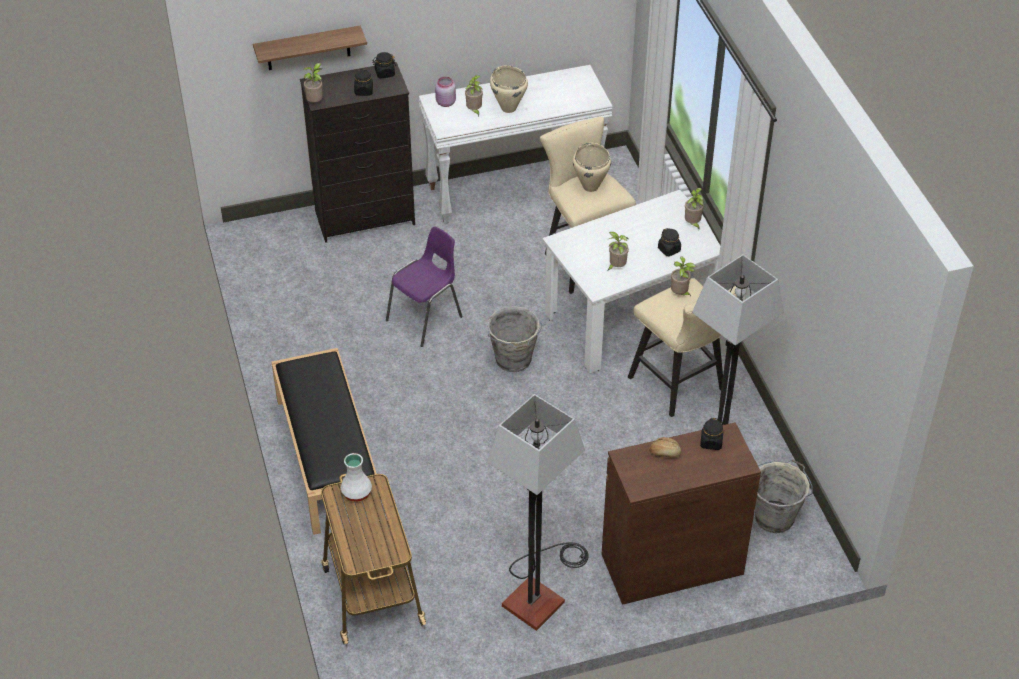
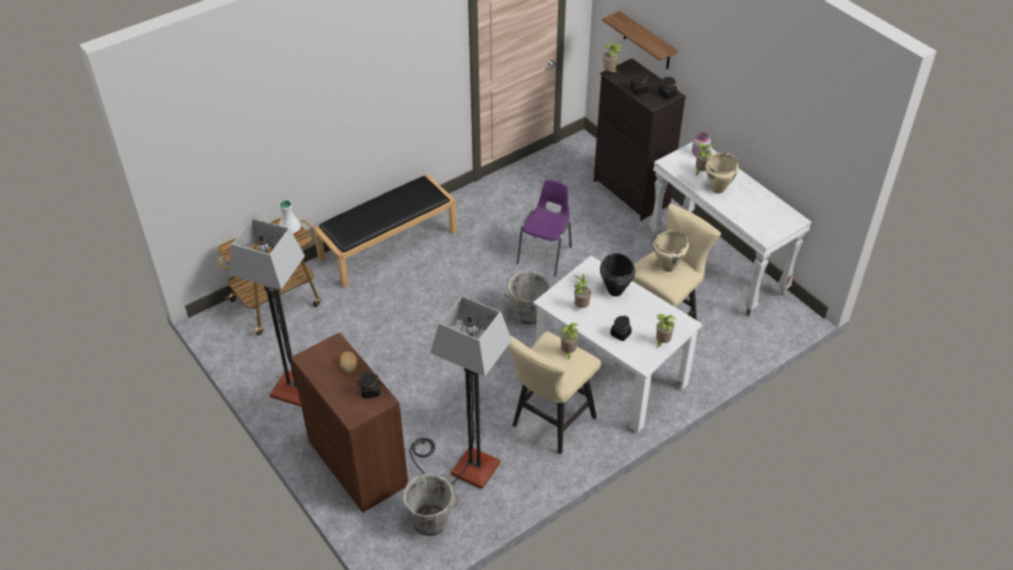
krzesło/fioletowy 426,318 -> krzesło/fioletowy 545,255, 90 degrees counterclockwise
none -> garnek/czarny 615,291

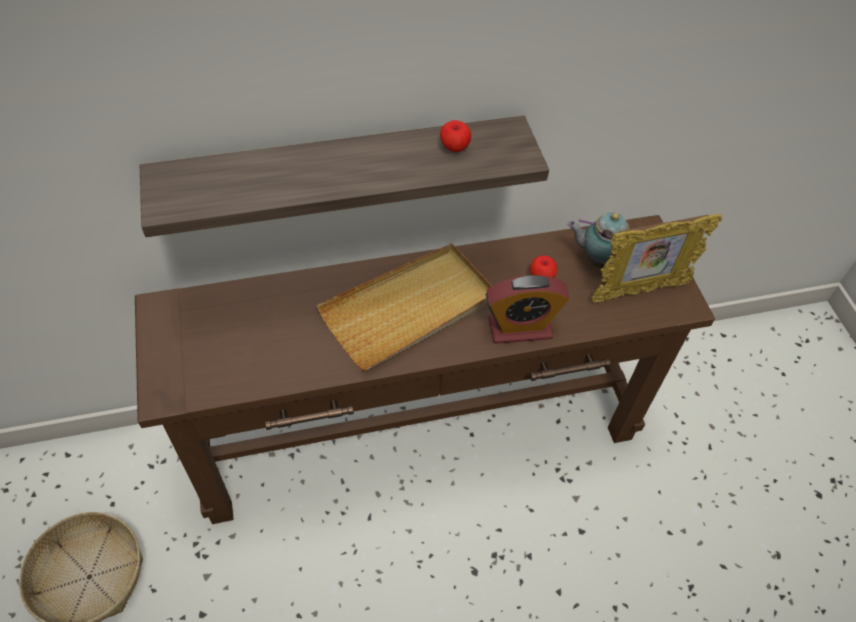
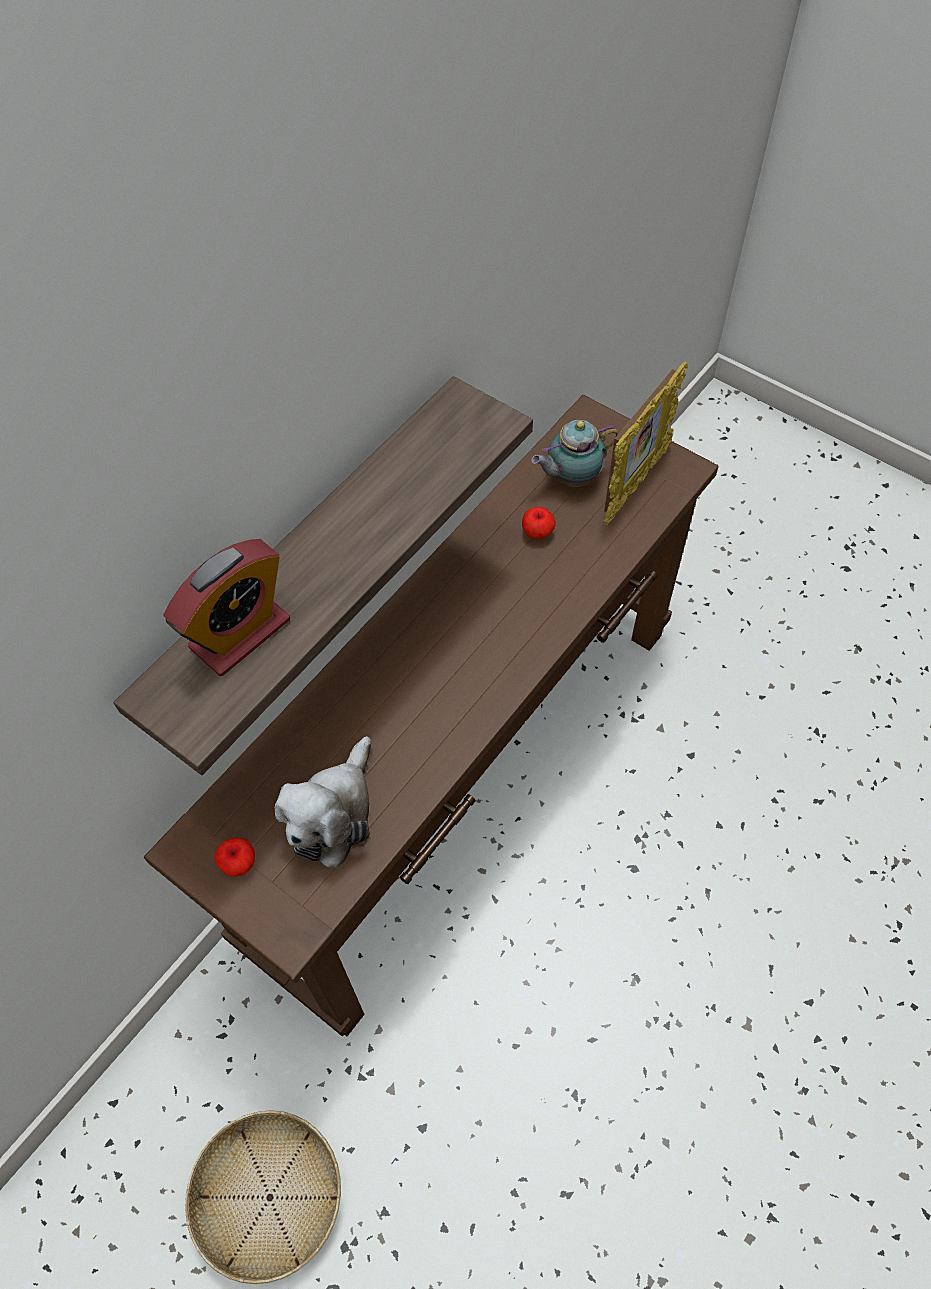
jabłko 454,147 -> jabłko 238,863, move
taca/beżowy 410,309 -> none
budzik 520,328 -> budzik 240,634, move
none -> pluszak 333,814

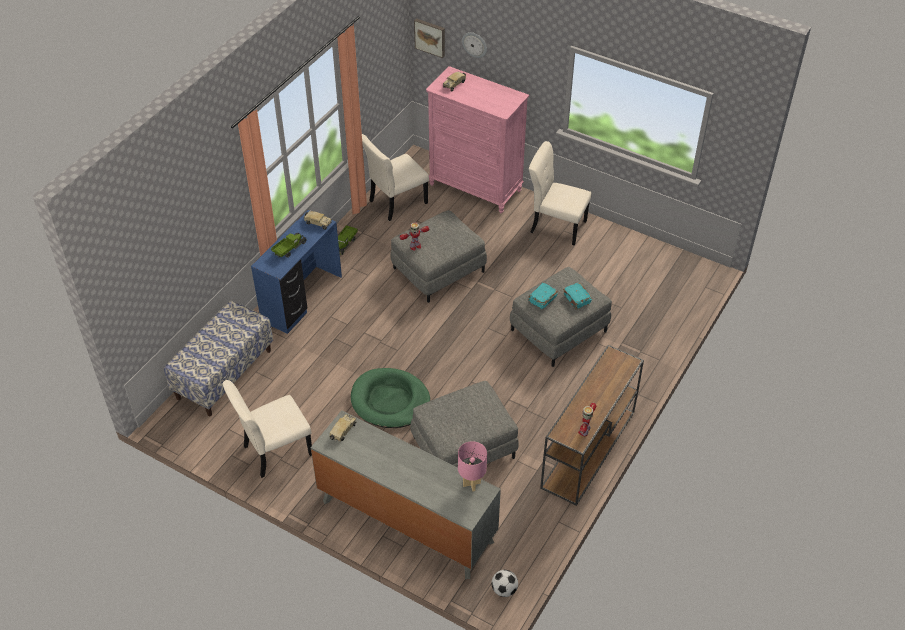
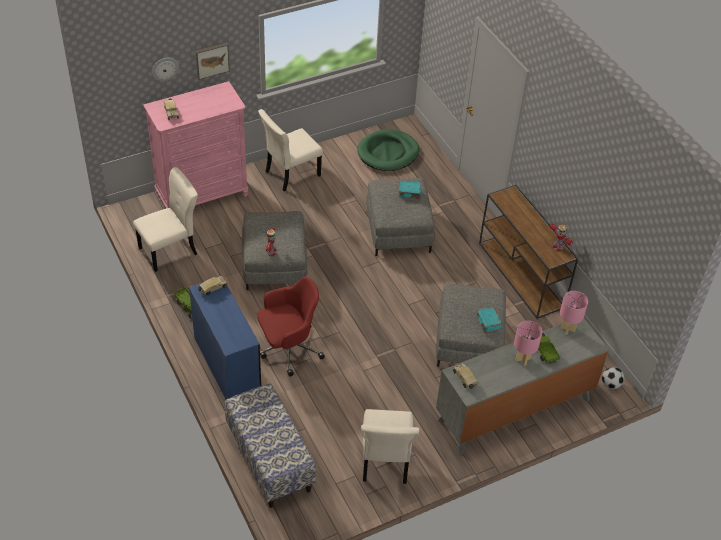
obraz 430,37 -> obraz 211,60, move
krzesło/beżowy 396,202 -> krzesło/beżowy 170,250, 120 degrees counterclockwise
ciężarówka zabawkowa 289,249 -> ciężarówka zabawkowa 543,351, move
książka/turkusowy 542,299 -> książka/turkusowy 488,323, move
legowisko/zielony 390,401 -> legowisko/zielony 388,153, move
none -> krzesło biurowe/czerwony 288,348
none -> lampa stołowa/różowy 523,359

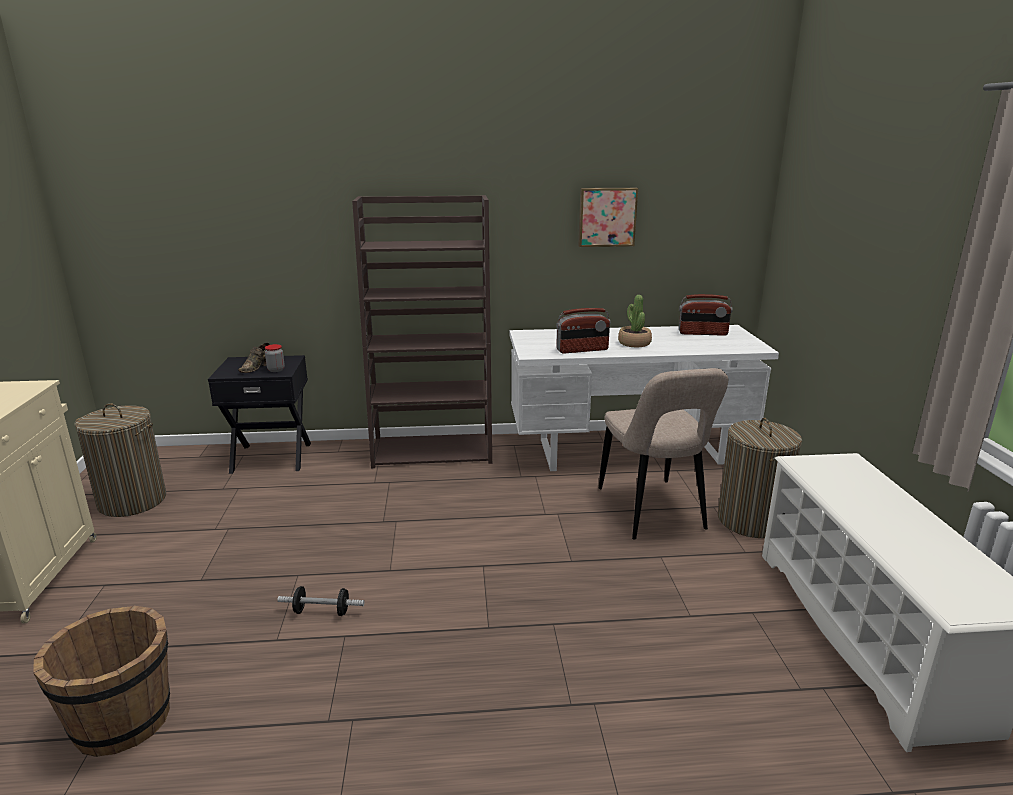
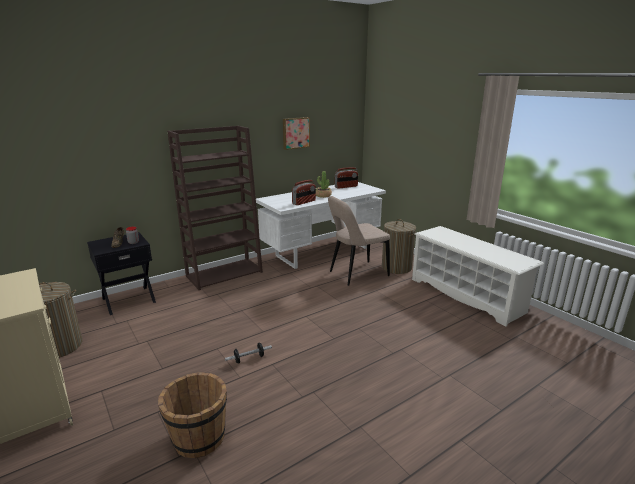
krzesło/beżowy 653,512 -> krzesło/beżowy 356,274, 105 degrees clockwise

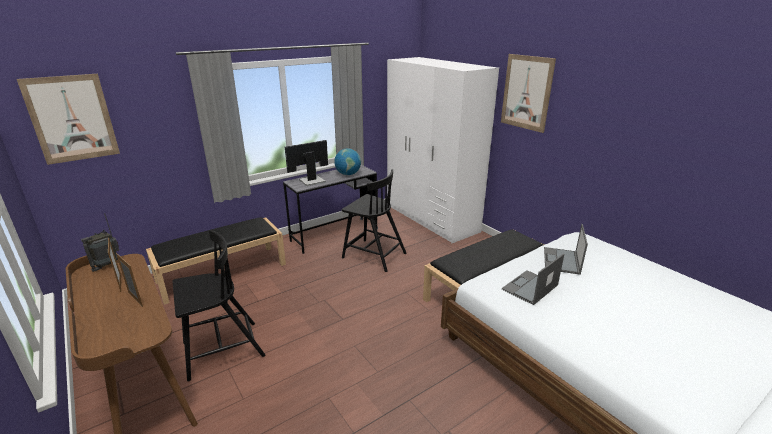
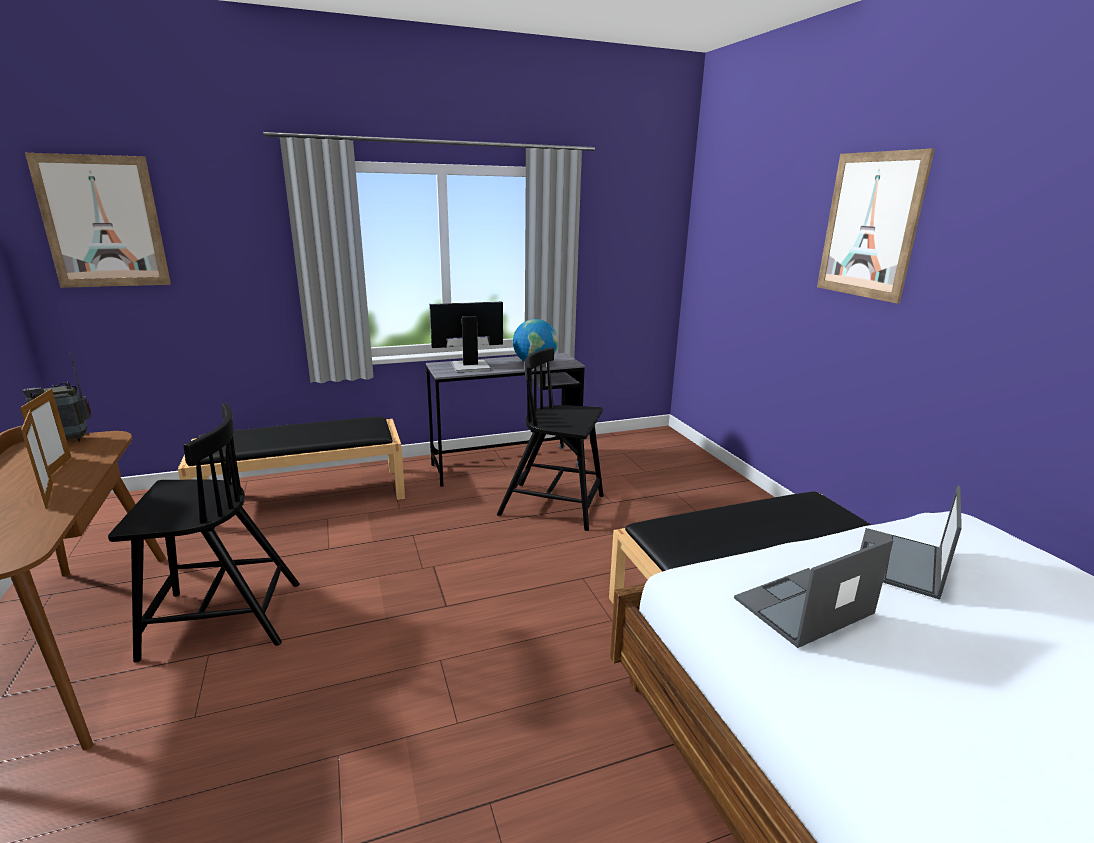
szafa/biały 431,218 -> none
krzesło/czarny 373,255 -> krzesło/czarny 554,506, 150 degrees clockwise

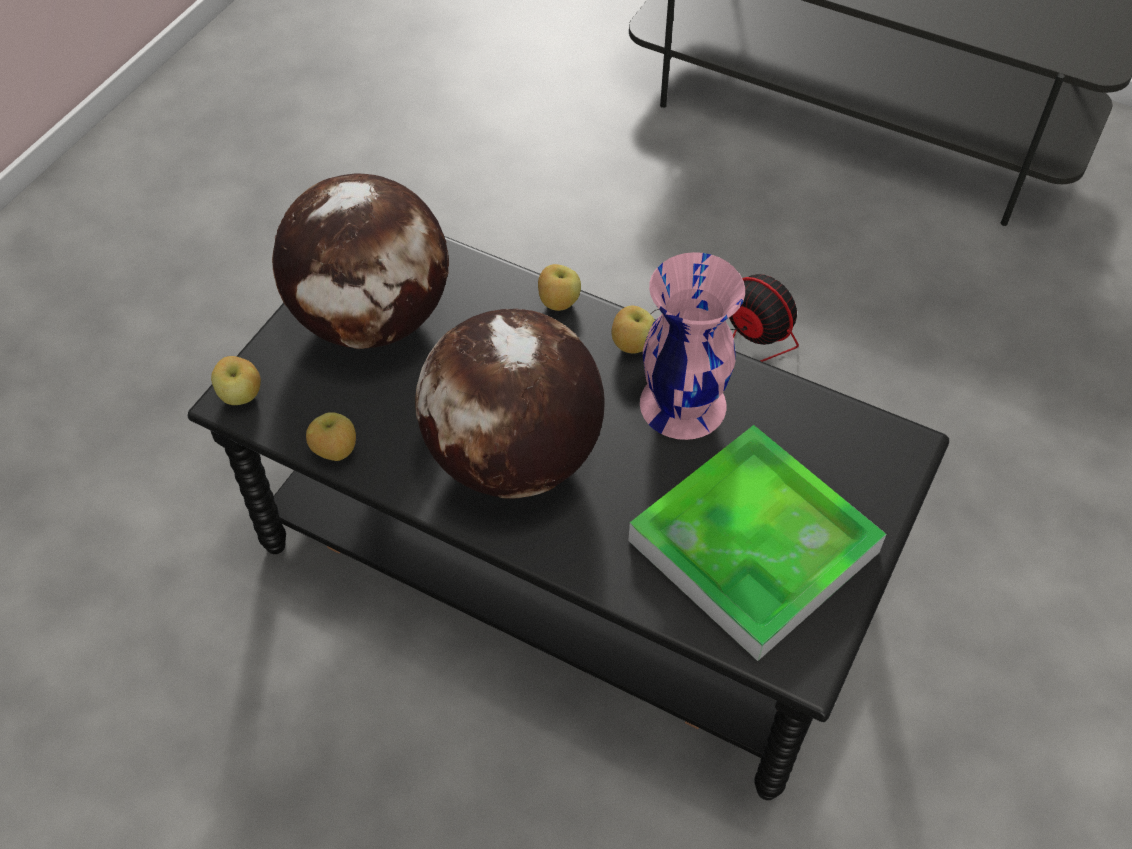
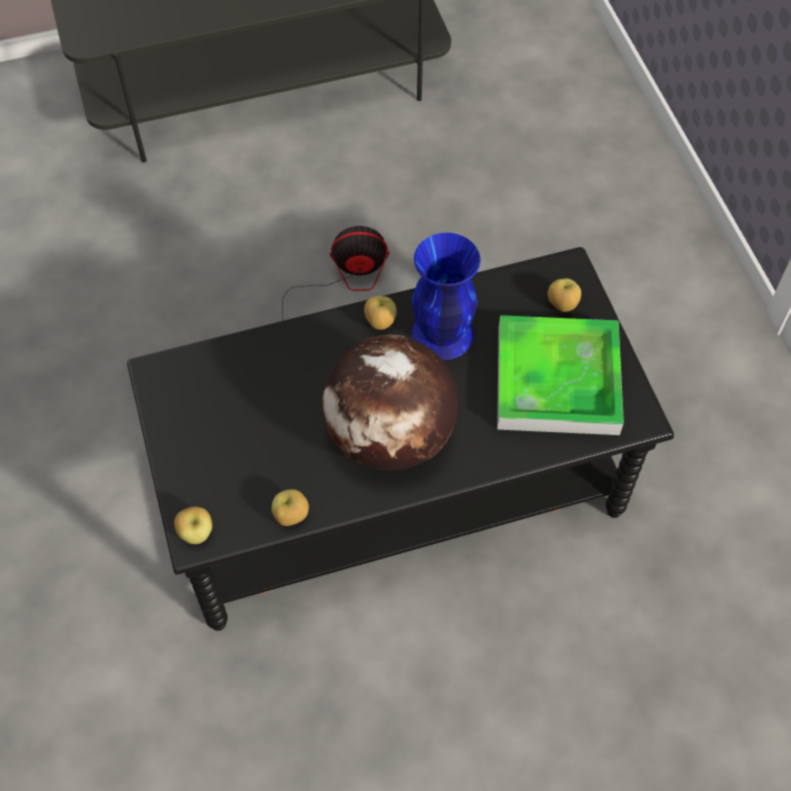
globus 373,319 -> none
wazon/różowy 681,403 -> wazon/niebieski 441,334
jabłko 558,303 -> jabłko 561,305, move

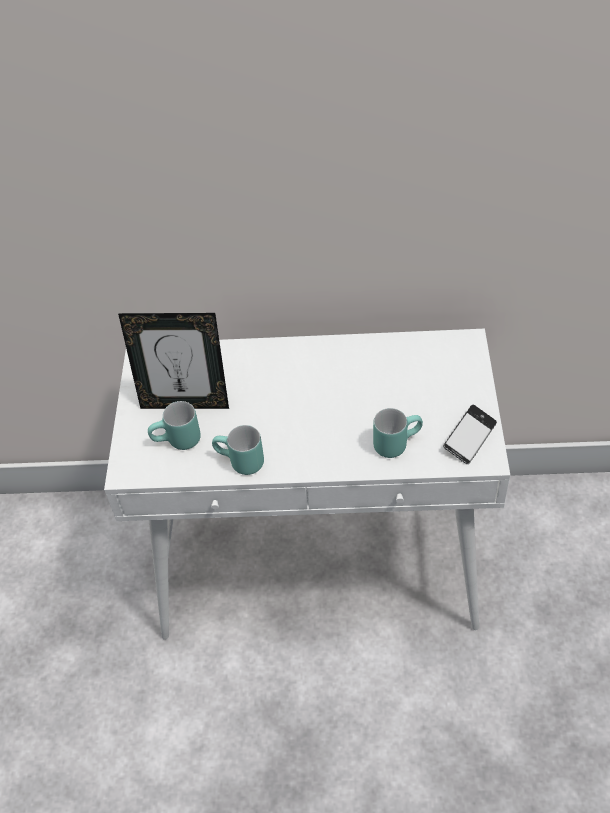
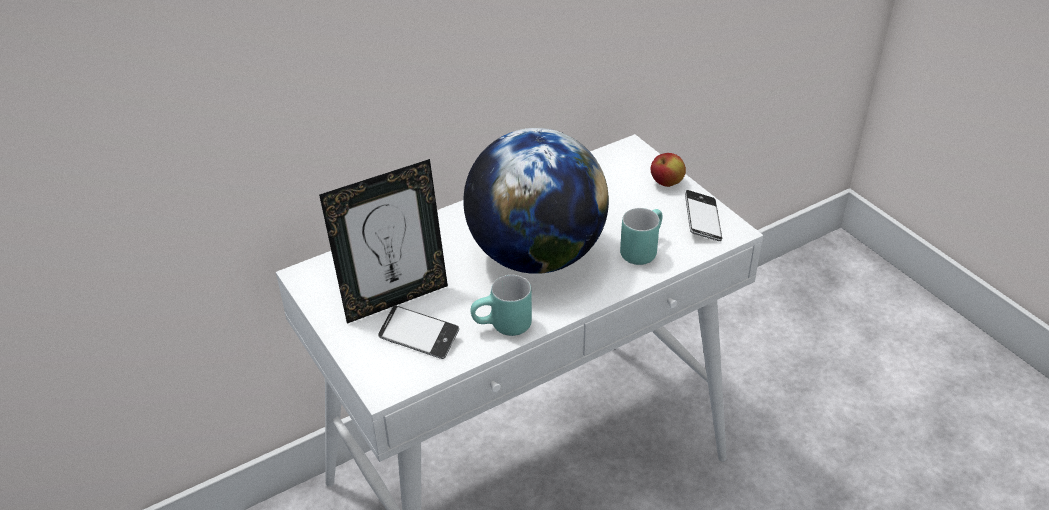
kubek/turkusowy 178,442 -> telefon 419,337
none -> globus 536,256
none -> jabłko 666,183

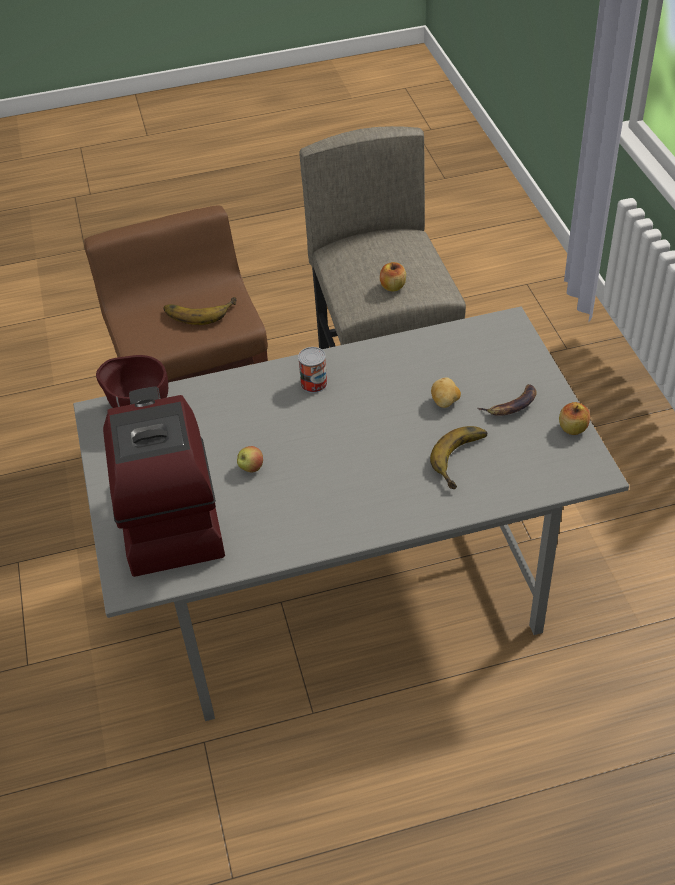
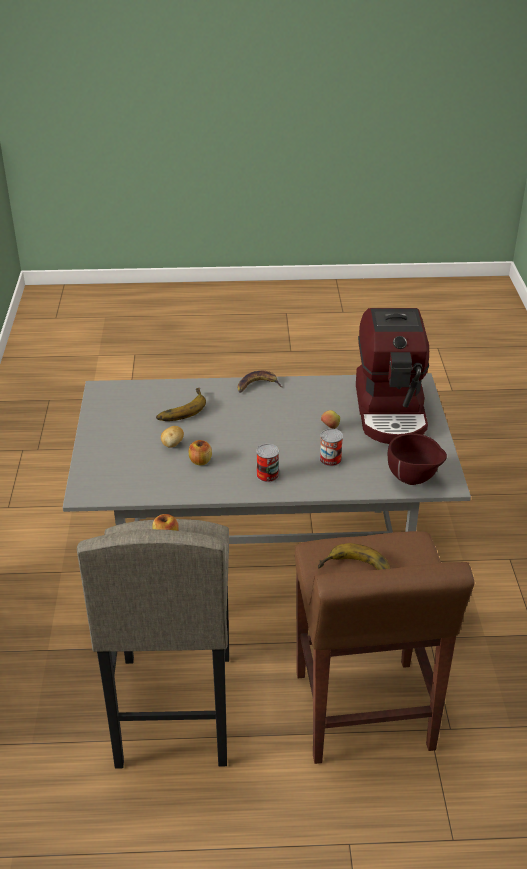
banan 511,406 -> banan 258,385, move
jabłko 572,428 -> jabłko 200,461, move
none -> puszka 330,459

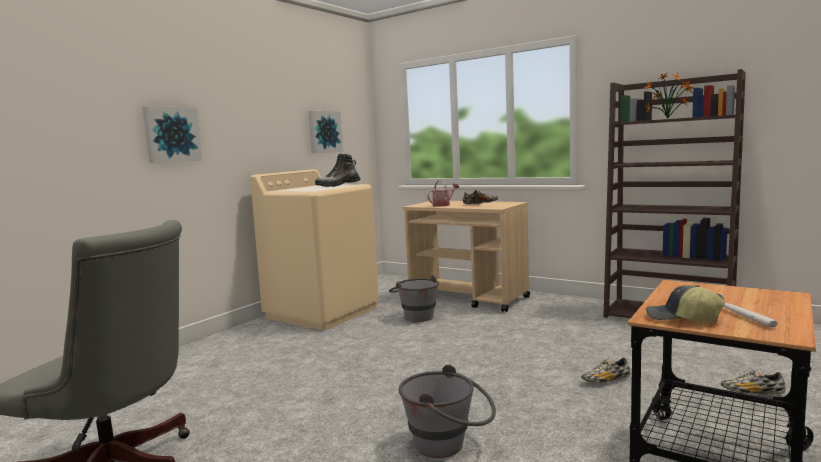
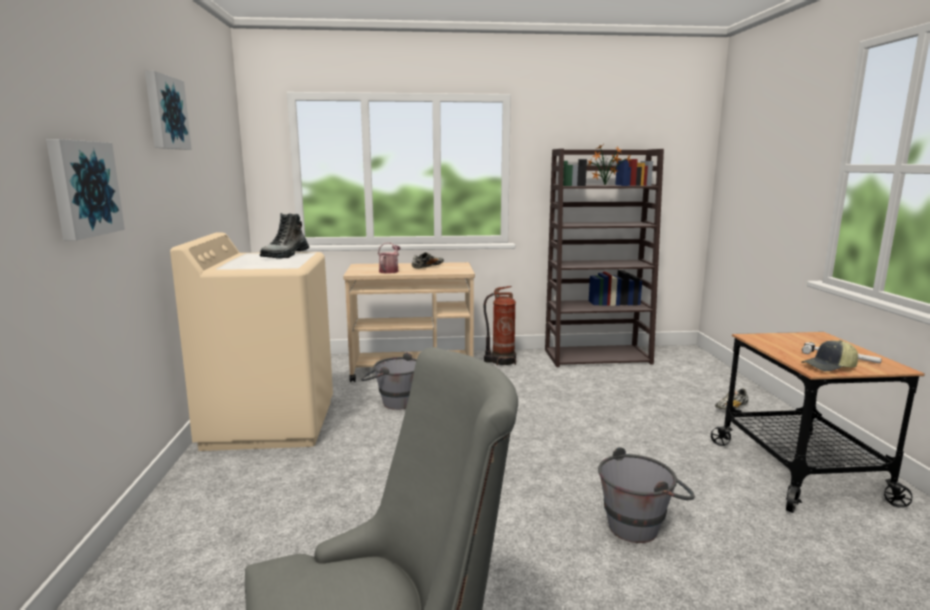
obraz 324,132 -> obraz 165,113, move
but 606,381 -> none
none -> gaśnica 501,361

